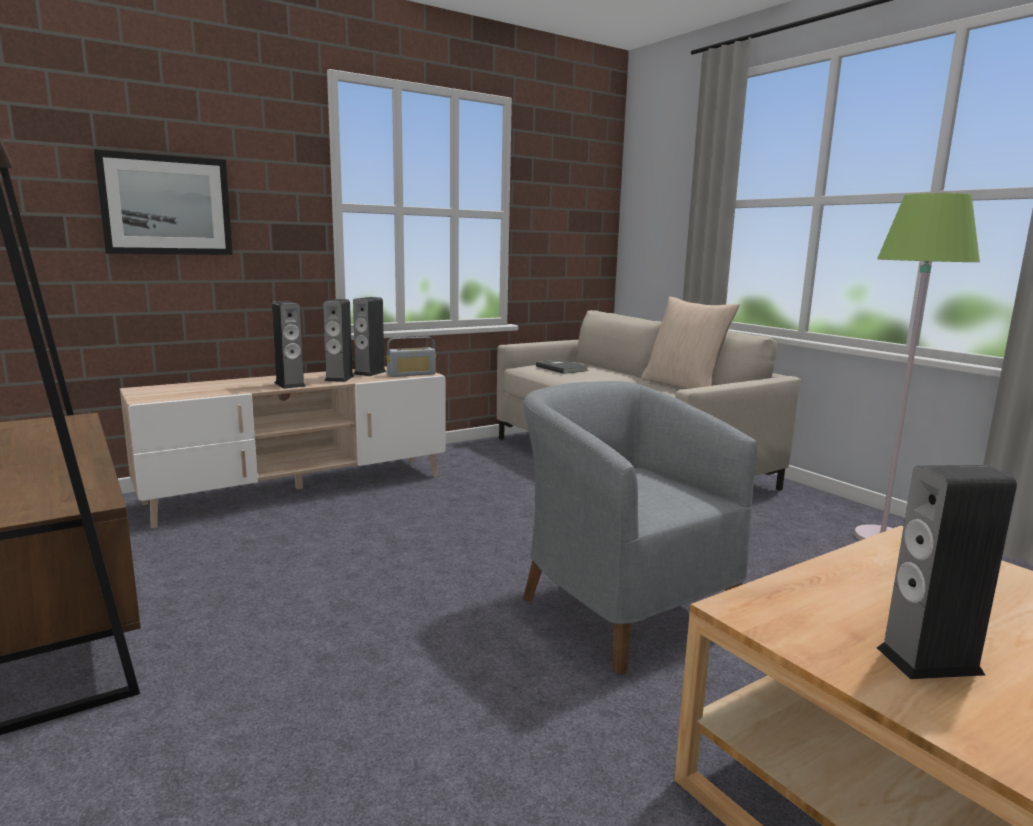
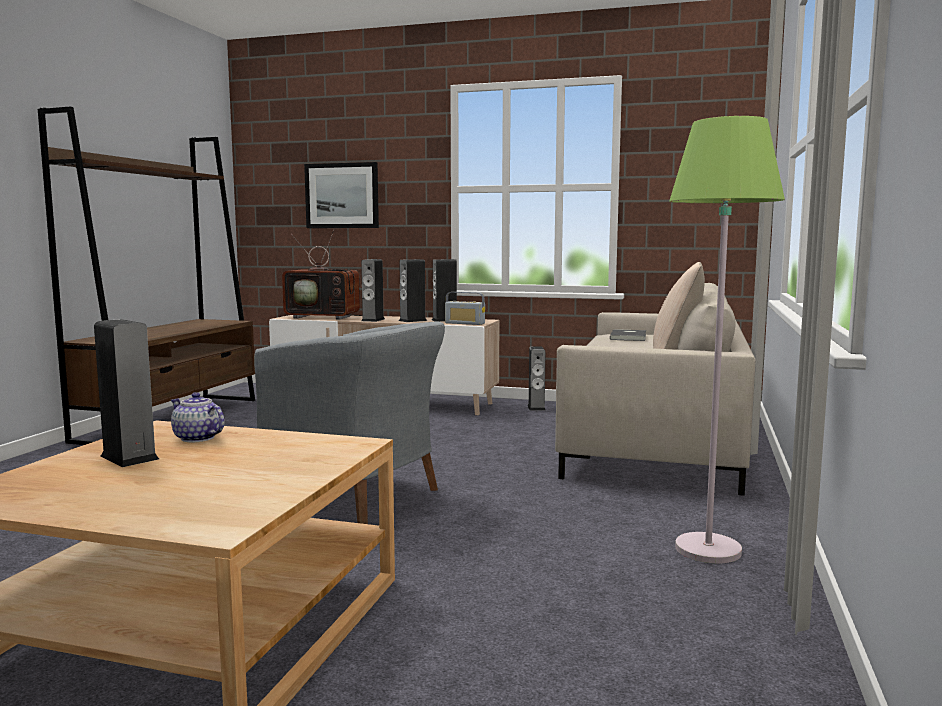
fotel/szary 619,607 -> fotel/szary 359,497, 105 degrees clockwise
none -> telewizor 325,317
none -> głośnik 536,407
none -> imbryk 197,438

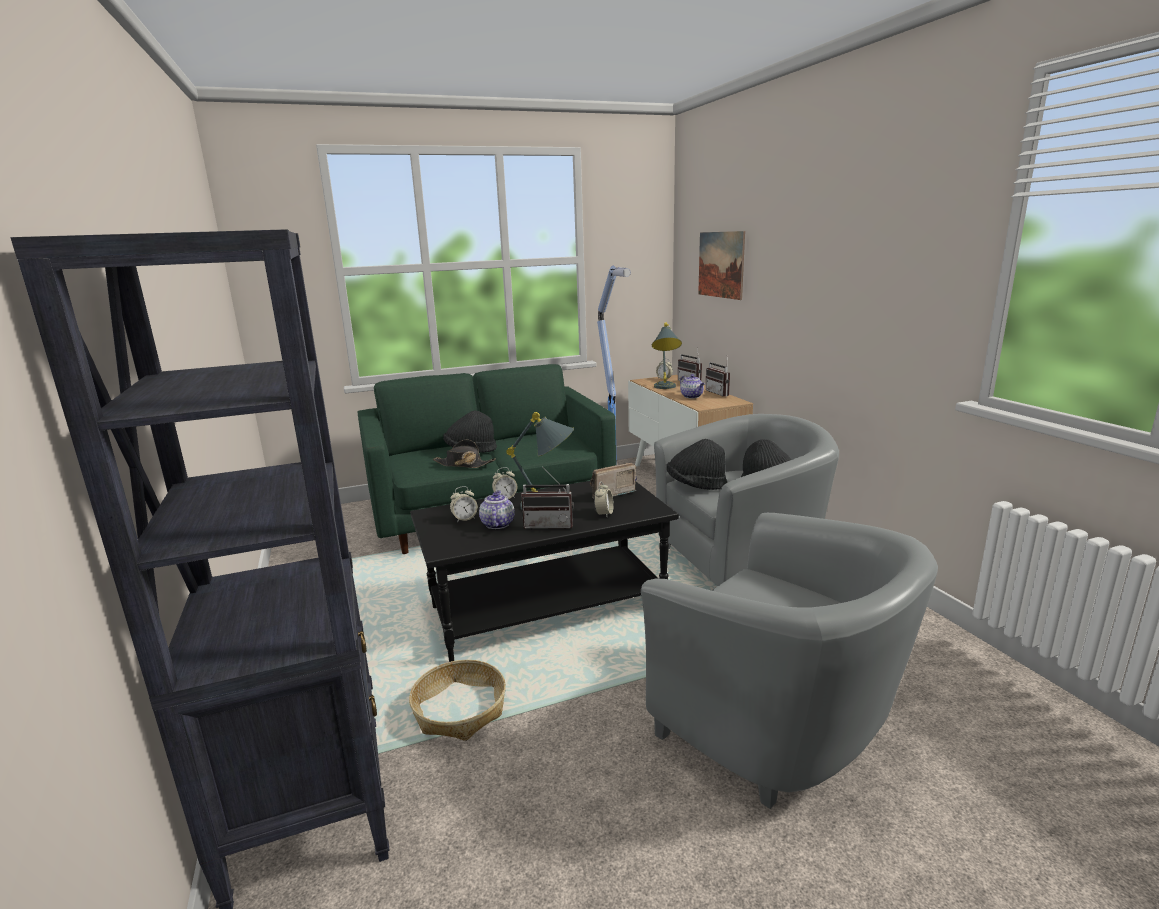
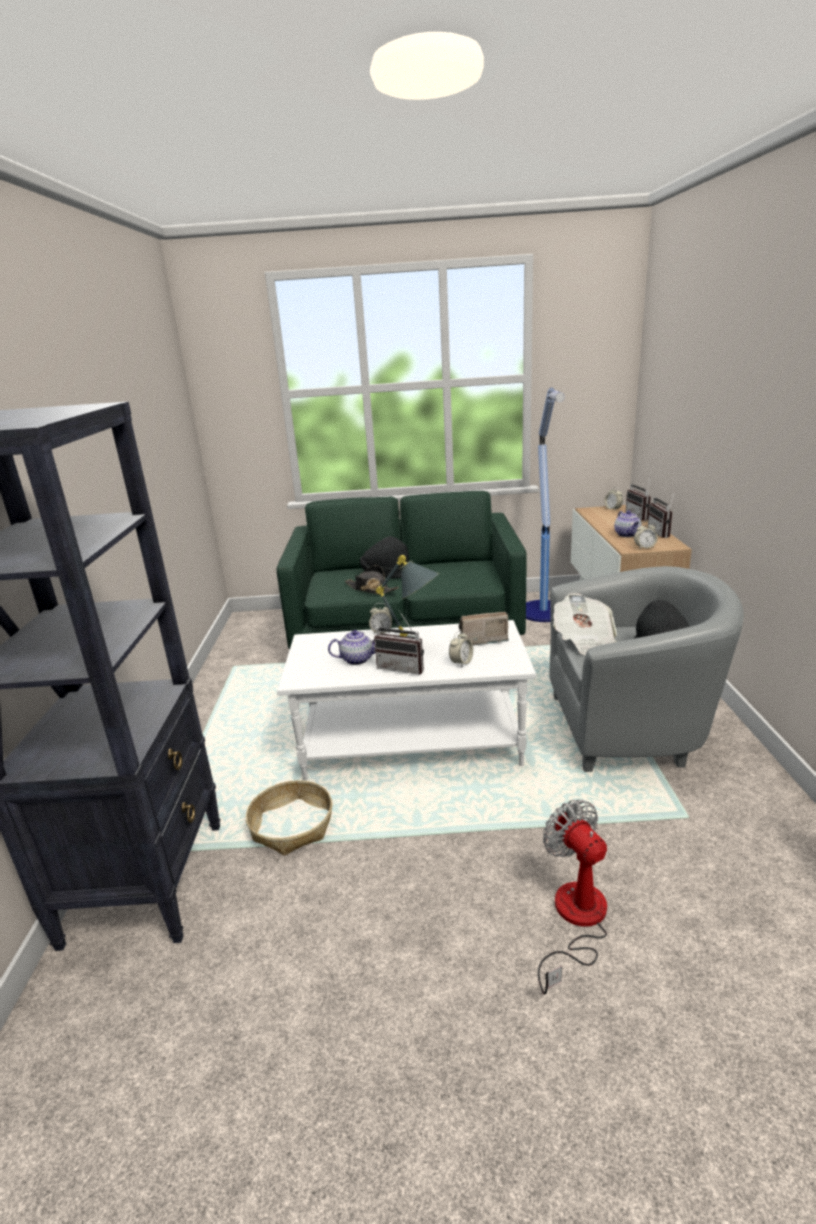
obraz 721,264 -> none
lampa stołowa/szary 665,388 -> none
kapelusz/czarny 696,485 -> gazeta 584,640
ława/czarny 547,608 -> ława/biały 412,742
budzik 464,519 -> budzik 644,547, move
imbryk 497,524 -> imbryk 358,659, 60 degrees clockwise
fotel/szary 782,731 -> wentylator 575,920

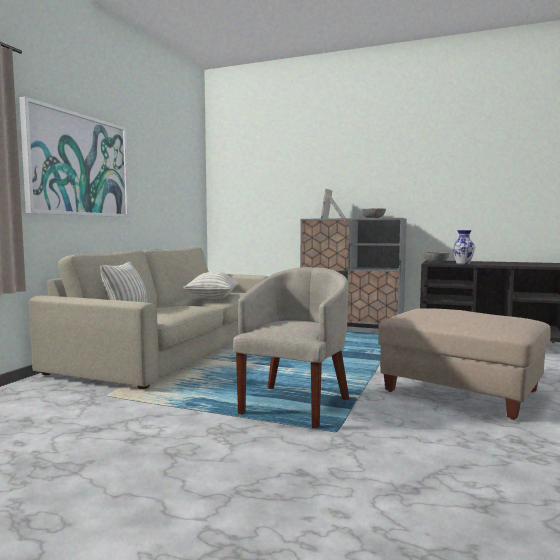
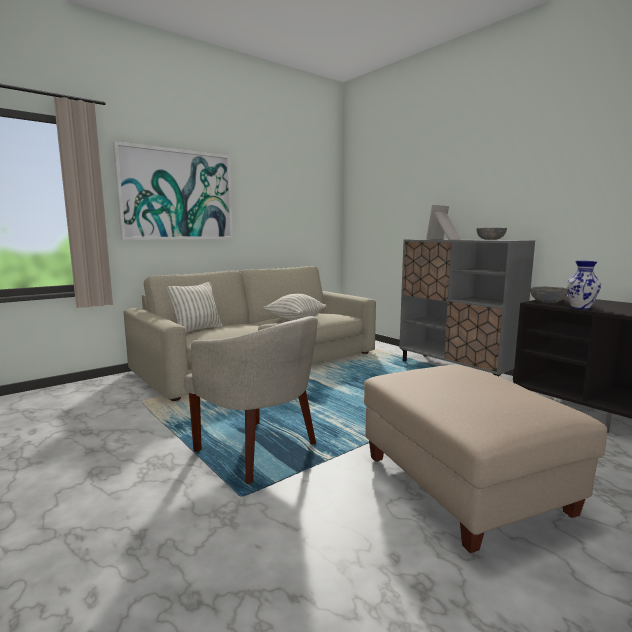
fotel/beżowy 295,404 -> fotel/beżowy 258,450, 75 degrees clockwise

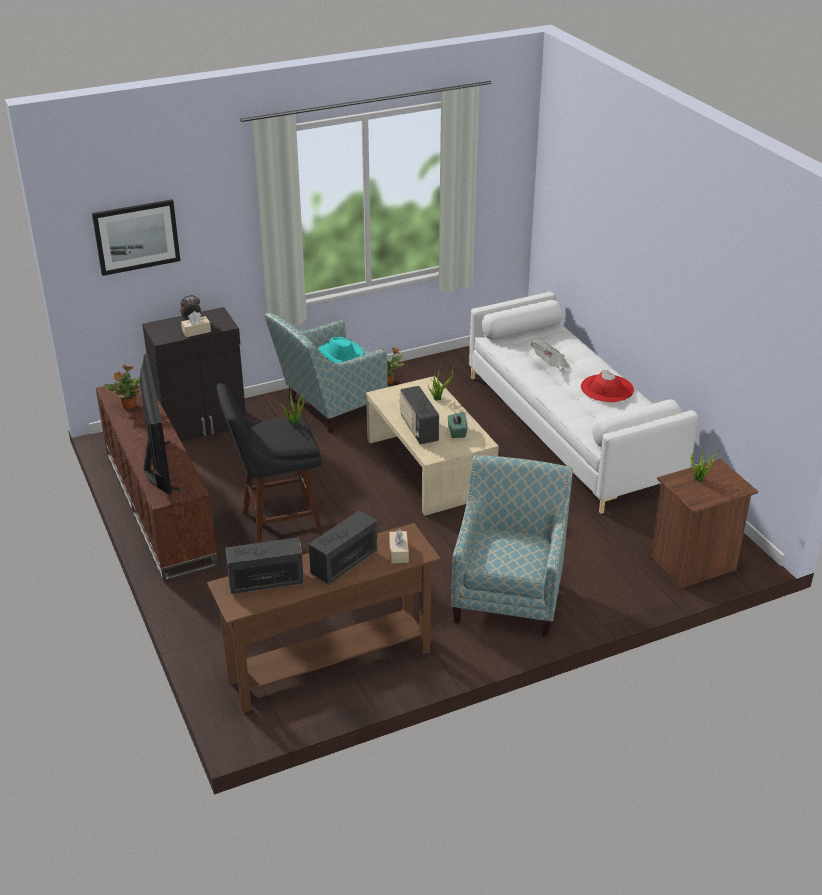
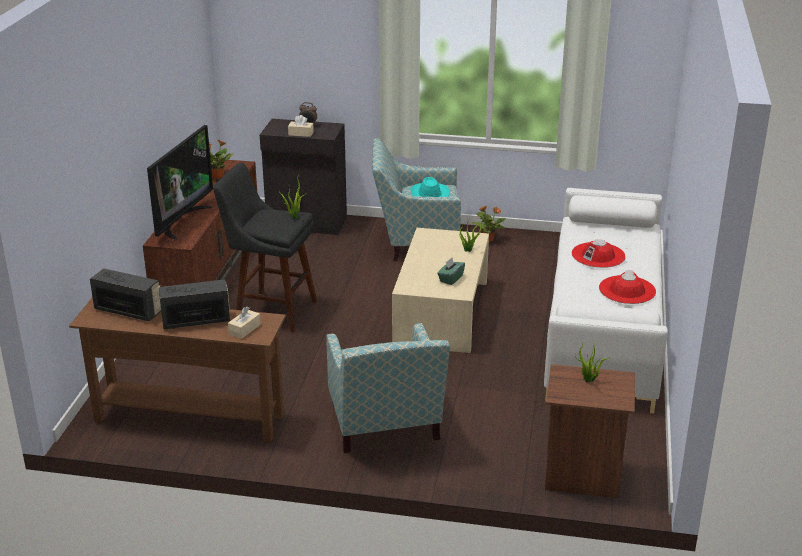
obraz 136,236 -> none
gazeta 550,365 -> kapelusz/czerwony 598,255
radio 418,429 -> none
fotel 509,594 -> fotel 386,428, 120 degrees clockwise

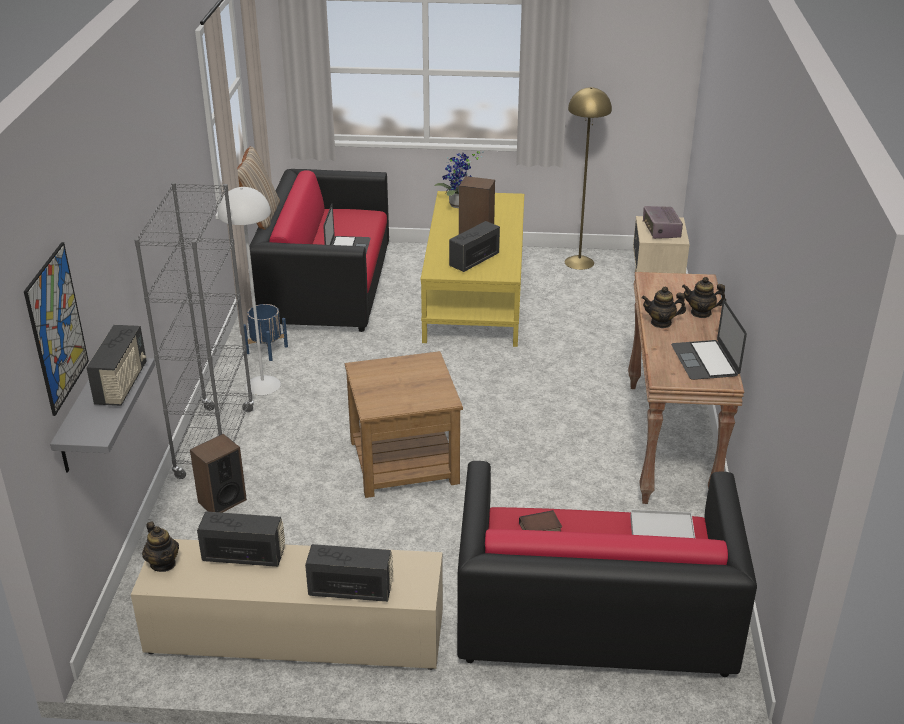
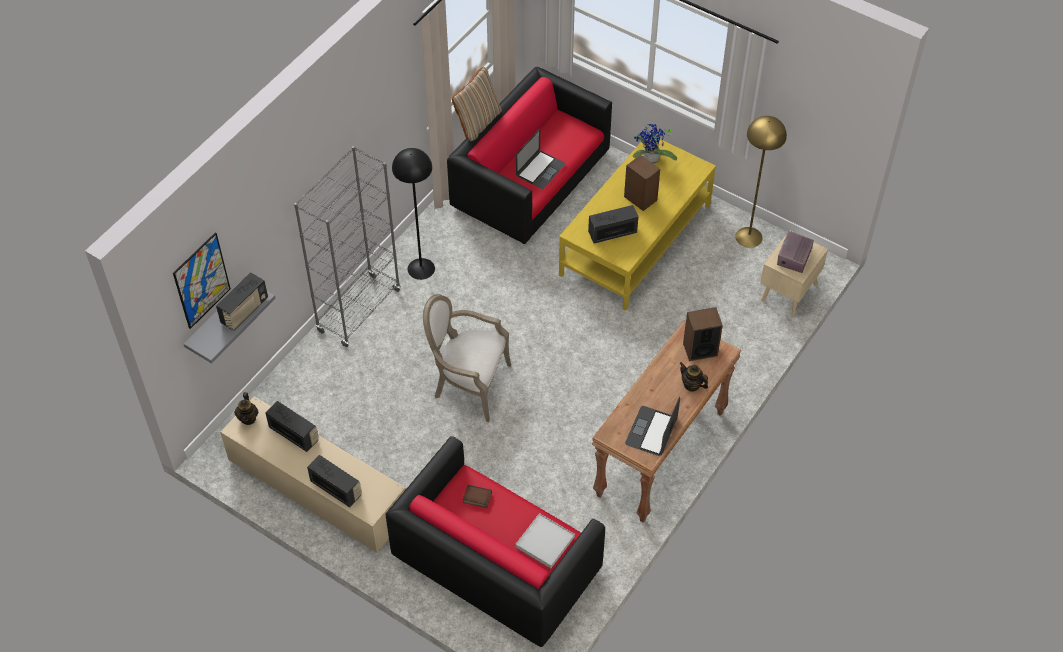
lampa stojąca/biały 262,385 -> lampa stojąca/czarny 421,268
imbryk 661,323 -> none
donica/niebieski 266,350 -> none
stolik/brązowy 404,461 -> fotel 468,384
głośnik 222,501 -> głośnik 700,349, move

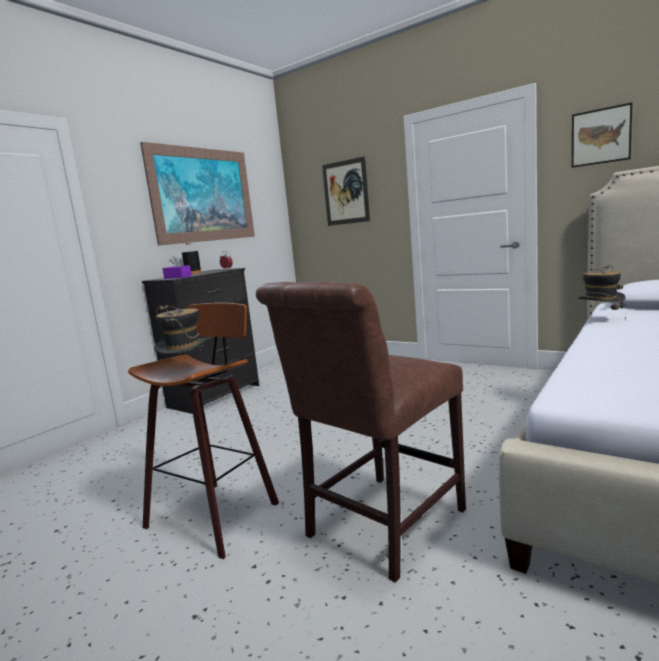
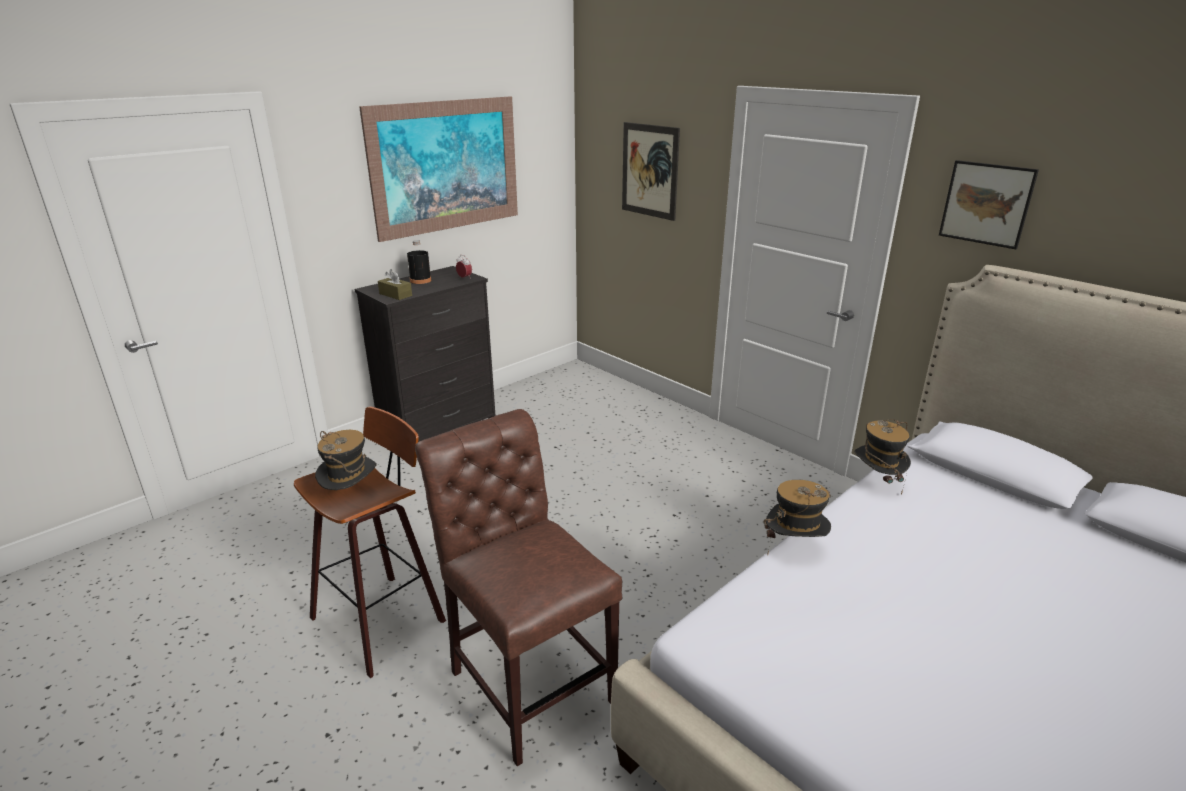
pudełko chusteczek/fioletowy 177,277 -> pudełko chusteczek/brązowy 395,295
krzesło/brązowy 379,526 -> krzesło/brązowy 527,679, 90 degrees clockwise
none -> kapelusz 793,548

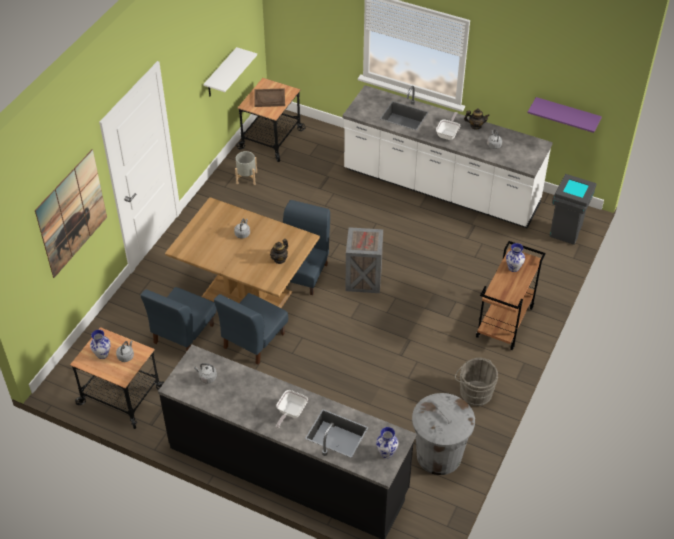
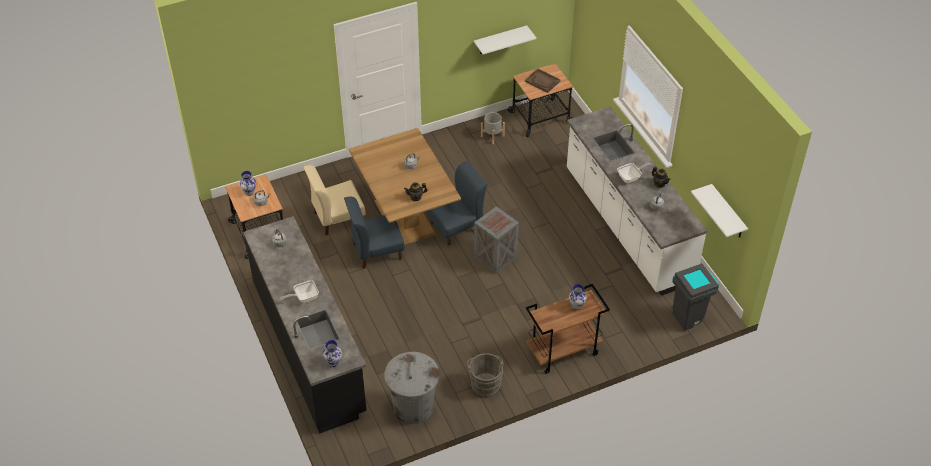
półka/fioletowy 567,115 -> półka/biały 728,213
obraz 71,213 -> none
krzesło/niebieski 183,334 -> krzesło/beżowy 337,218

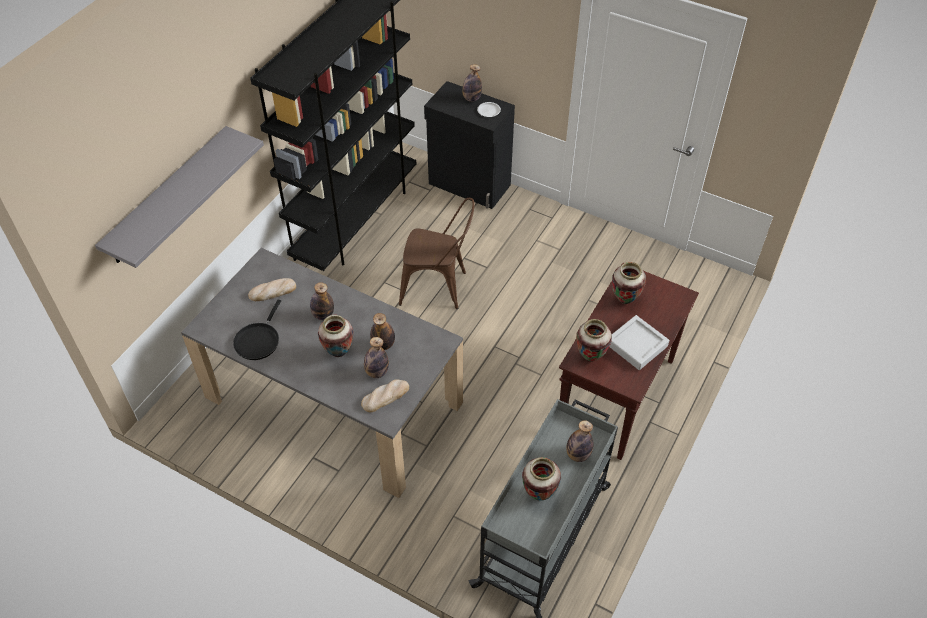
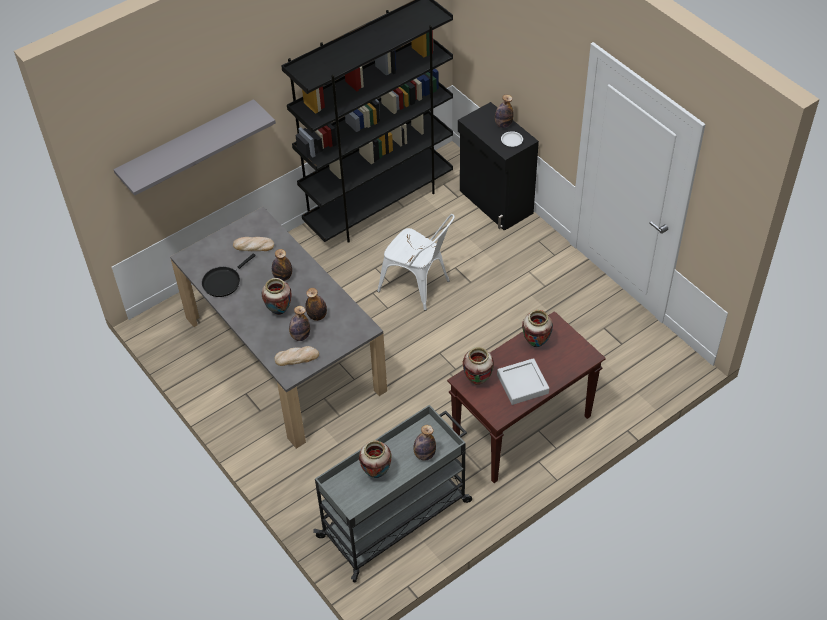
krzesło/brązowy 439,287 -> krzesło/biały 419,287

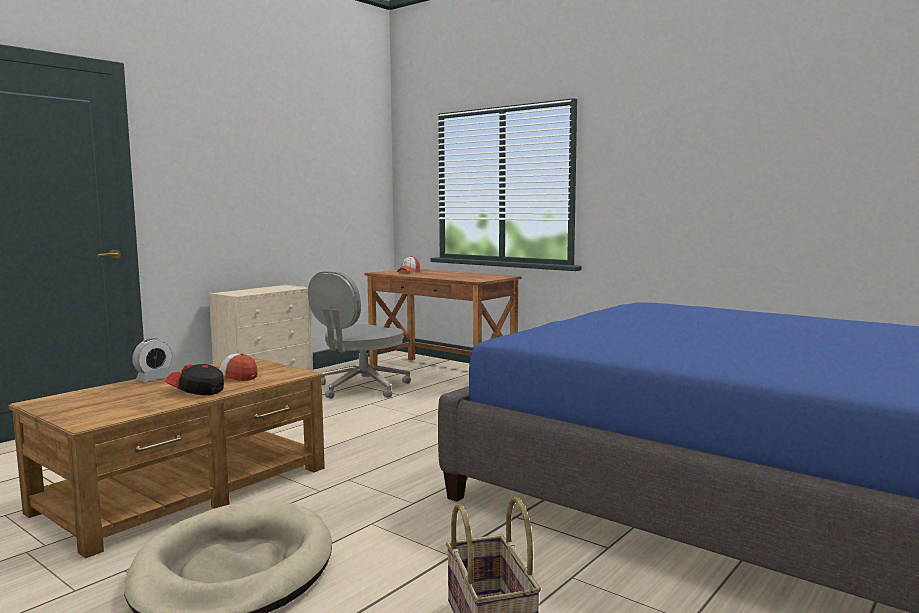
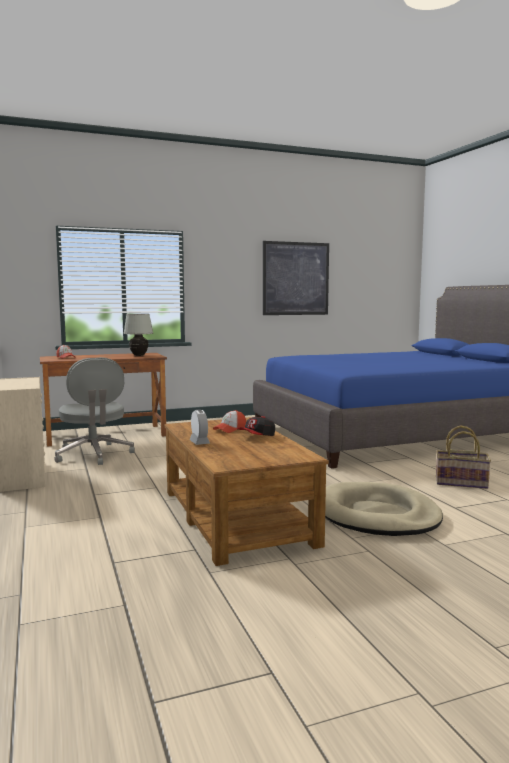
none -> obraz 295,278
none -> lampa stołowa/biały 139,355

